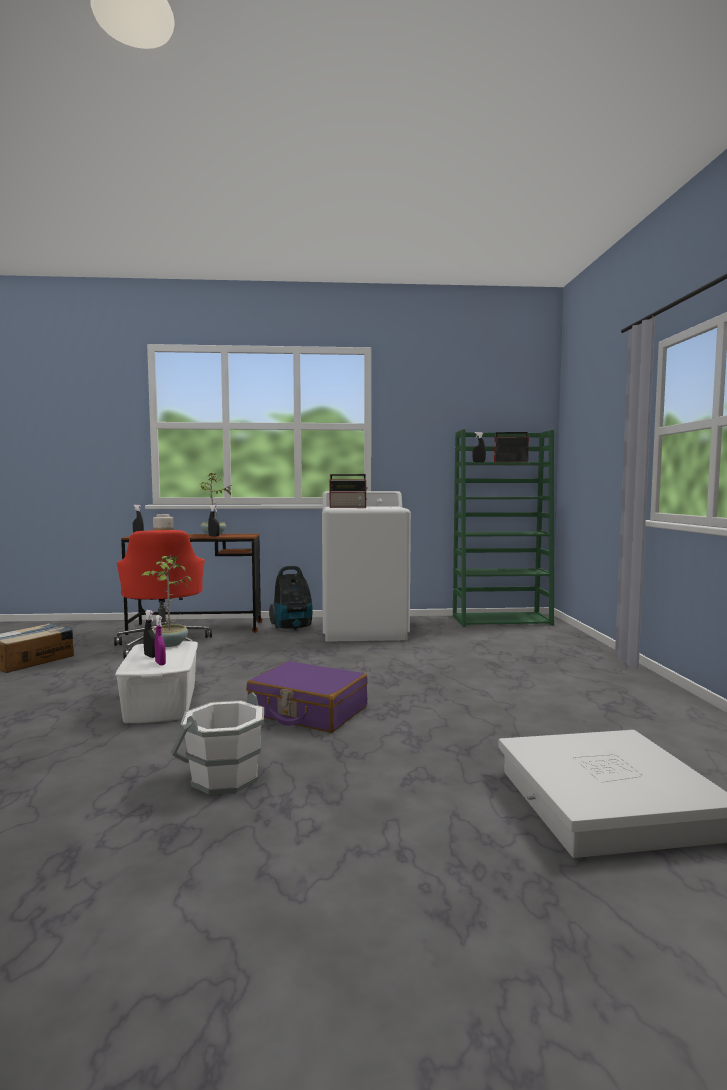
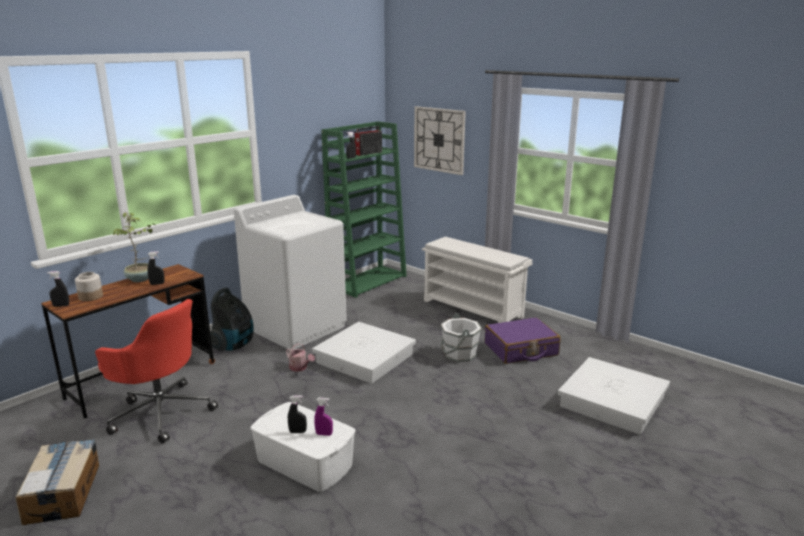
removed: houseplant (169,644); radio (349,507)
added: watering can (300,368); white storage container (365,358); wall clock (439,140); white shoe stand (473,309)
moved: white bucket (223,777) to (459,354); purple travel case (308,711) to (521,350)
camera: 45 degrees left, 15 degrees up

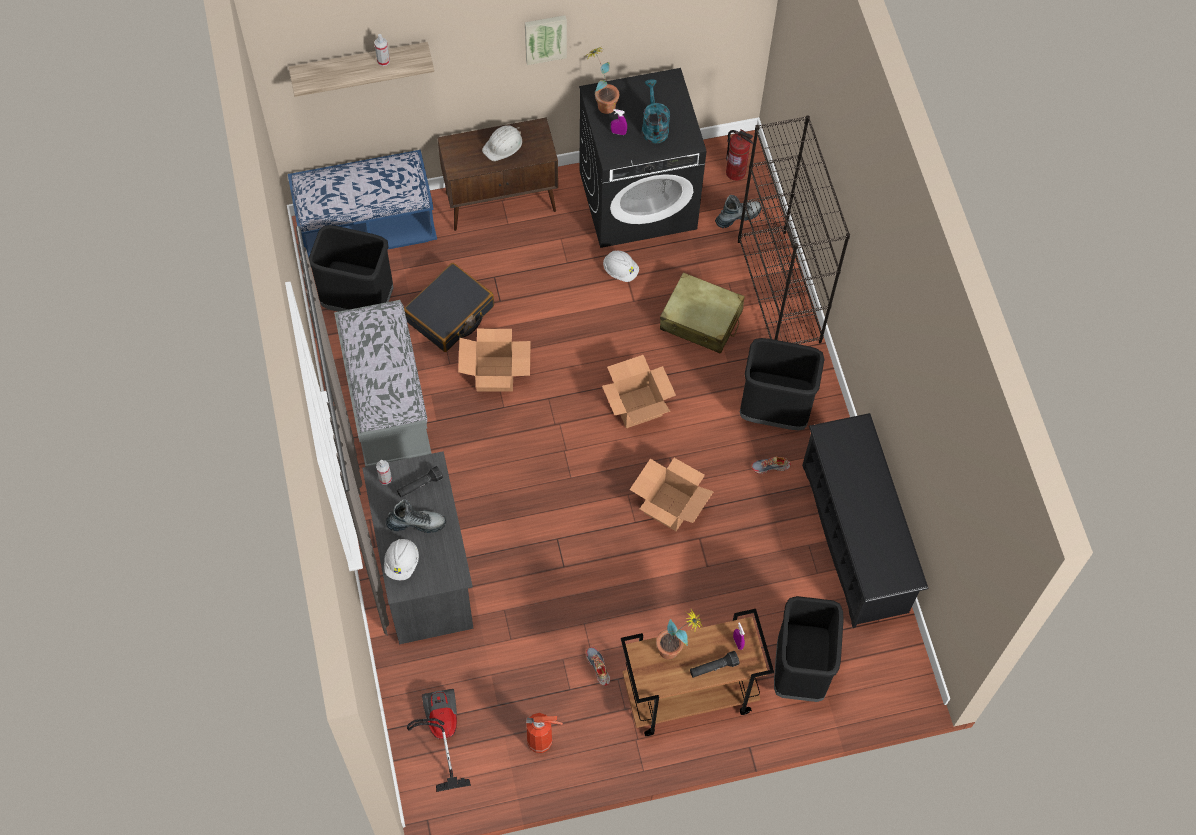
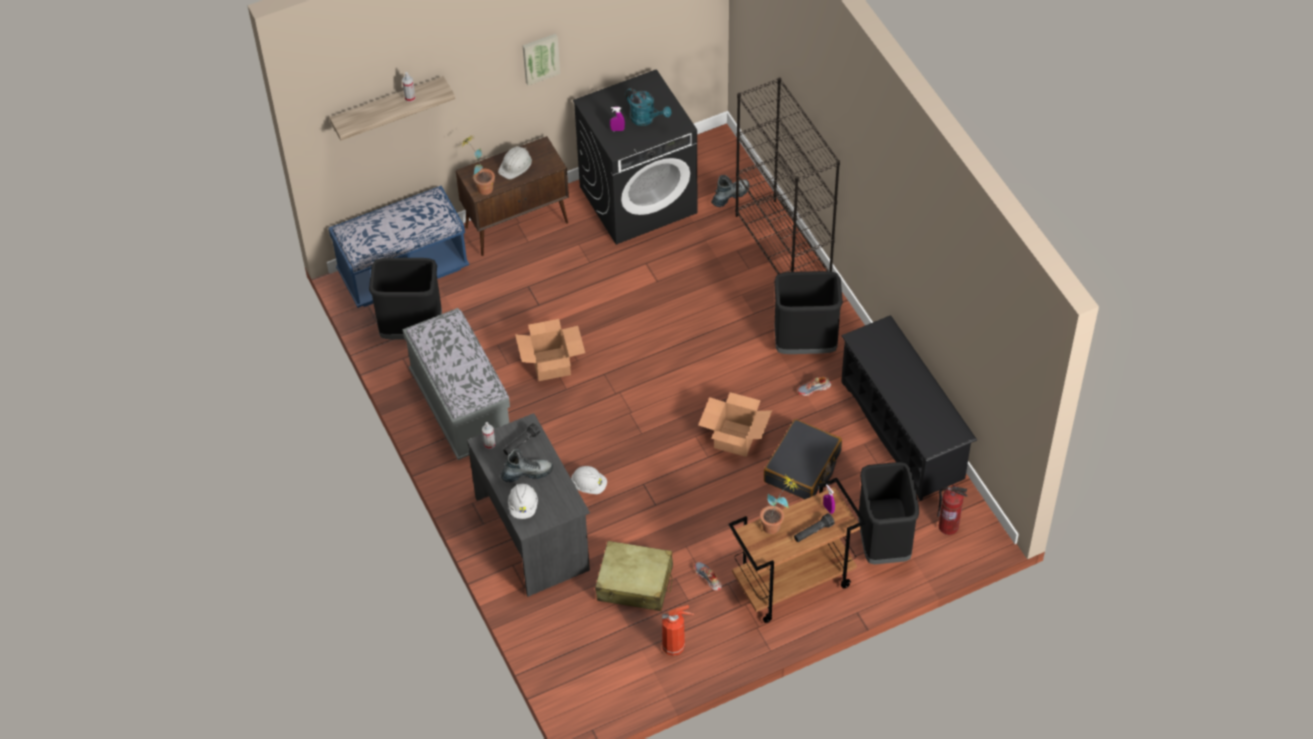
removed: vacuum (440,732); cardboard box (636,407)
moved: houseplant (602,102) to (481,186); white work helmet (620,270) to (589,485); beige-coloured travel case (701,320) to (635,583); blackish travel case (450,314) to (803,467); fire extinguisher (736,172) to (948,526)
turned: turquoise-coloured watering can (654,126) = (646,119) 150 degrees clockwise
camera: 10 degrees left, 10 degrees down

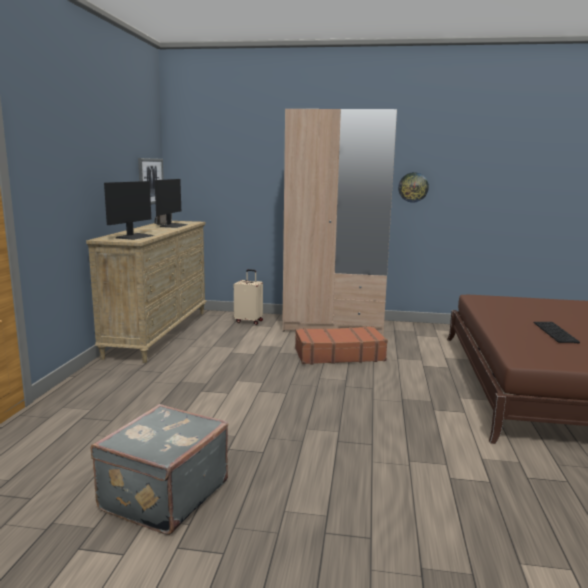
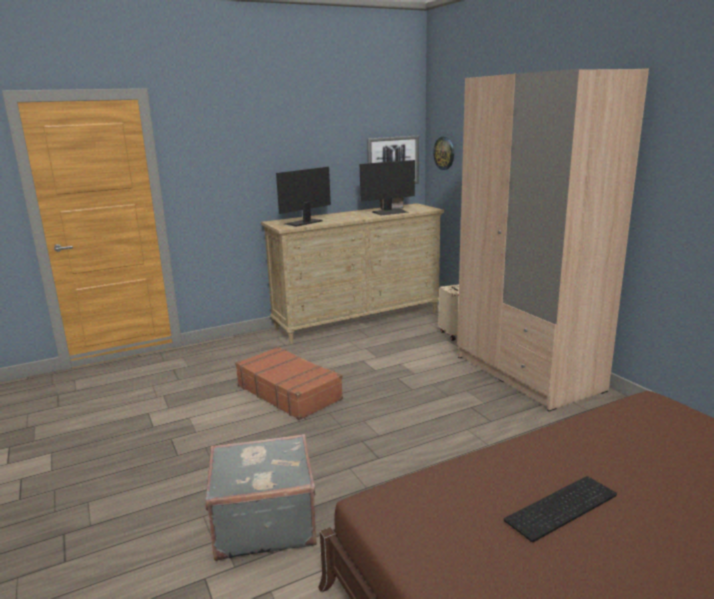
moved: gray travel case (162,495) to (264,522); brown-coloured travel case (339,355) to (289,392); wall clock (413,187) to (444,153)
turned: computer display (135,236) = (303,222) 150 degrees clockwise
camera: 55 degrees right, 5 degrees up

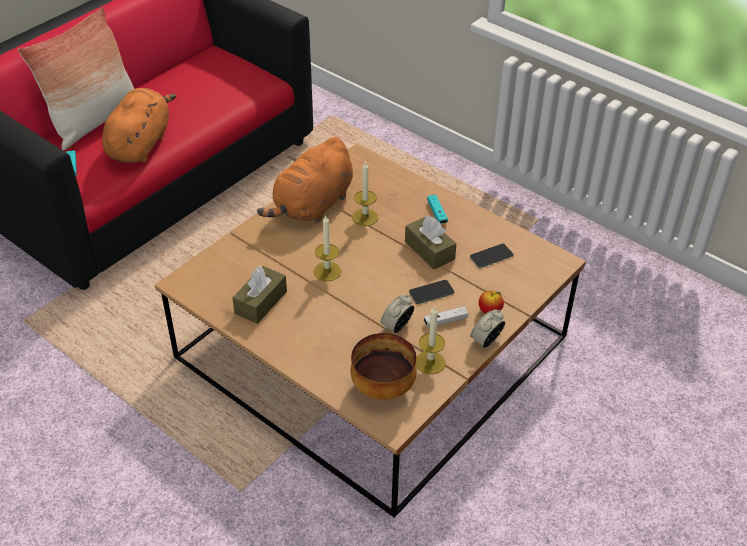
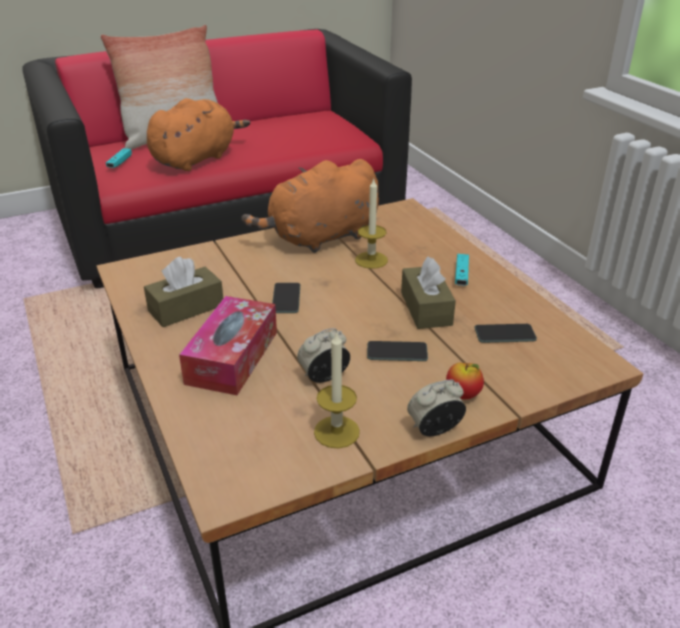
removed: serving bowl (384,387); white game controller (445,321)
added: box of tissues (232,357)
replaced: wax light (327,271) to phone (286,298)
camera: 25 degrees right, 10 degrees down

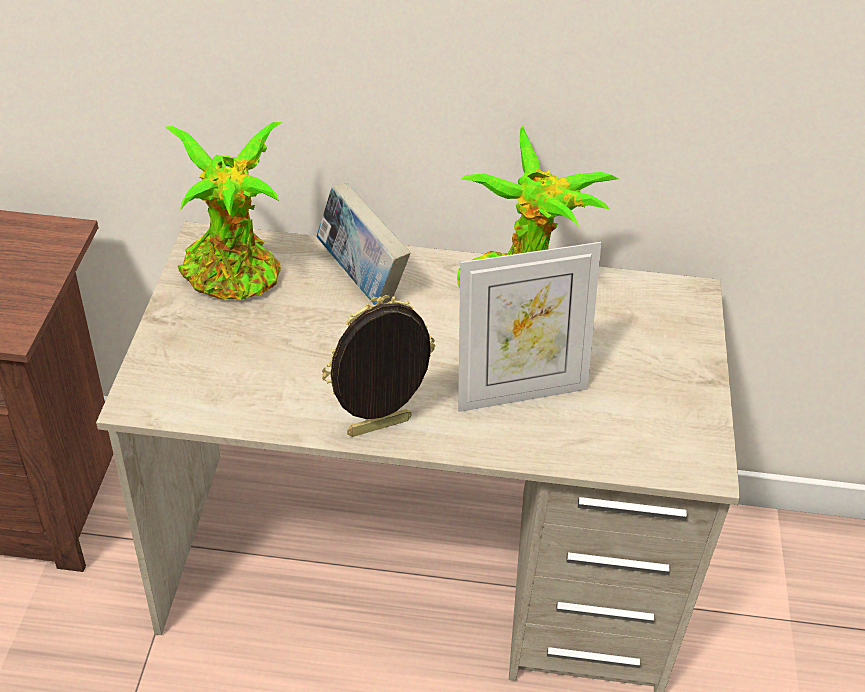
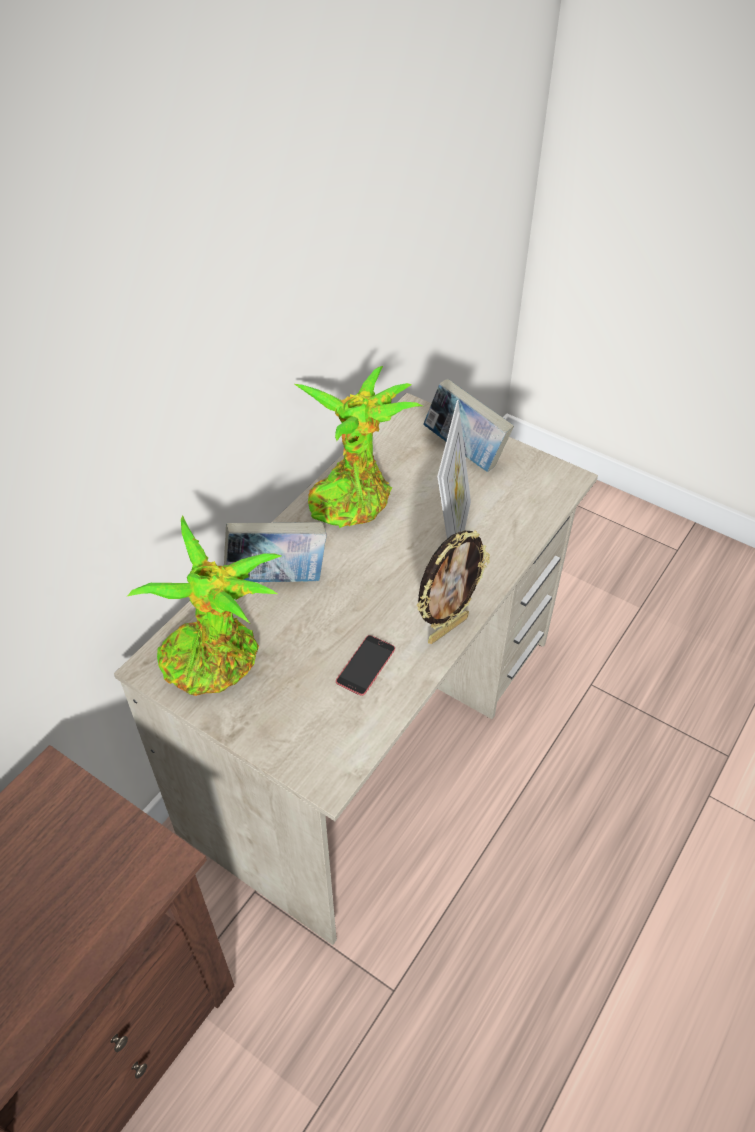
added: phone (365,665); book (465,452)
turned: photo frame (380,429) = (447,628) 135 degrees counterclockwise
camera: 60 degrees left, 5 degrees up

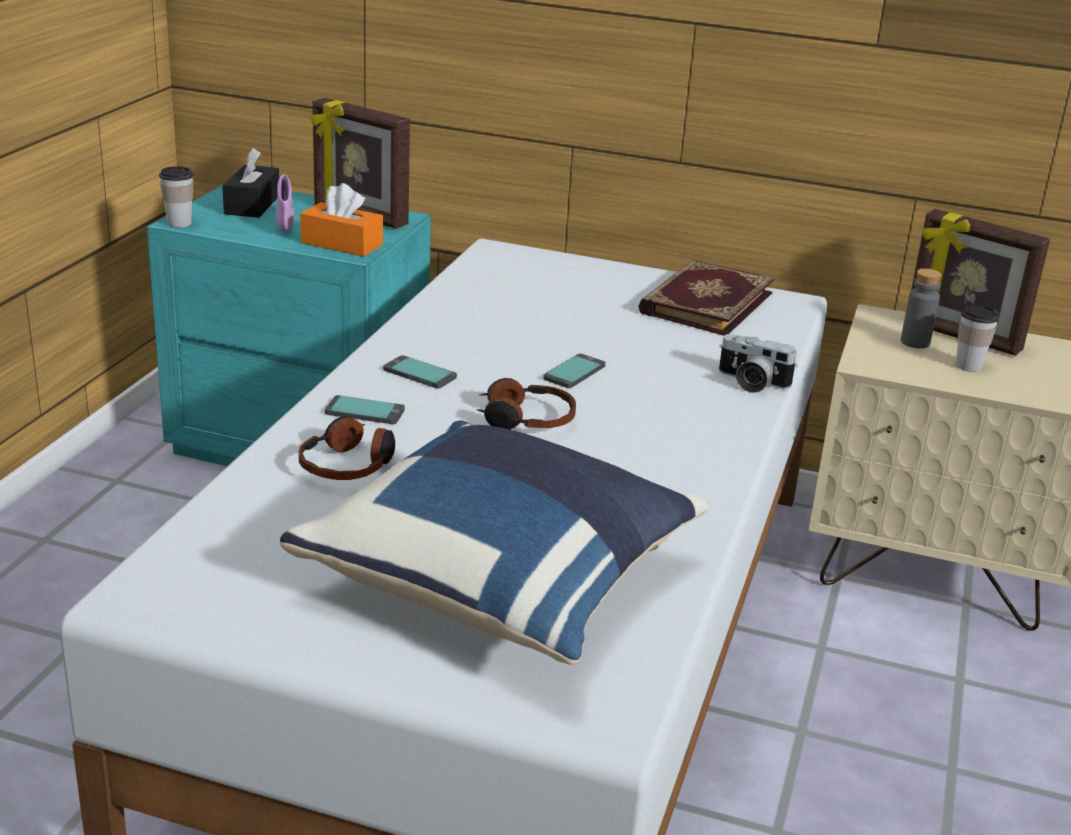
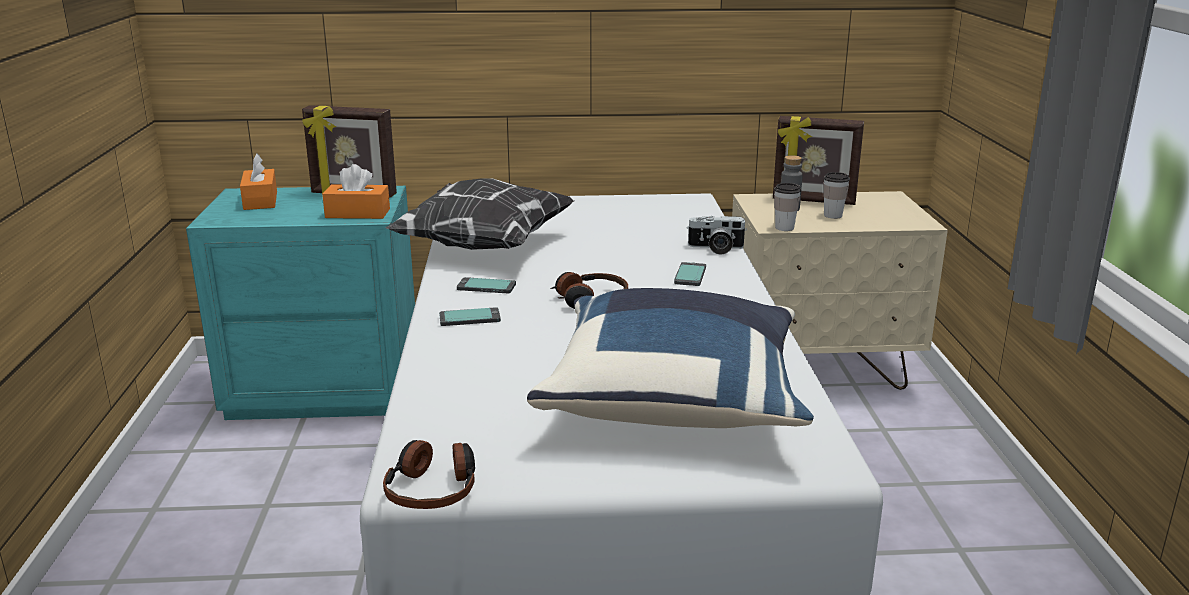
removed: purple serving bowl (285,223); book (704,302)
added: cushion (482,246)
moved: pair of headphones (349,465) to (433,488); phone (574,372) to (690,275); drinking cup (179,223) to (784,228)
recoloured: blackish box of tissues (252,205) to orangey box of tissues (260,200)
camera: 20 degrees left, 5 degrees down

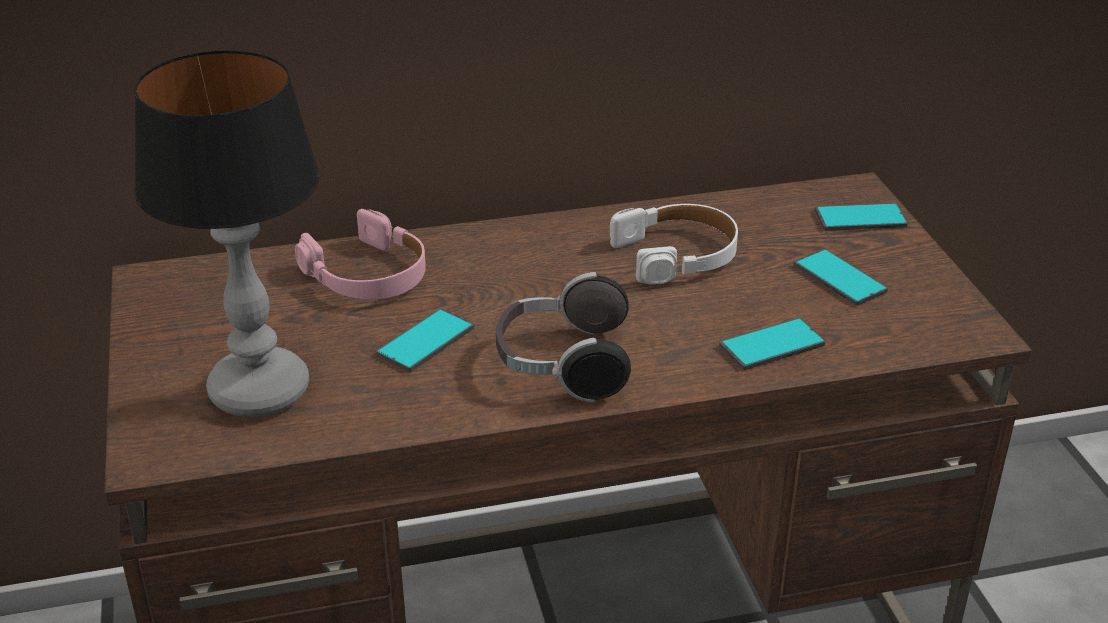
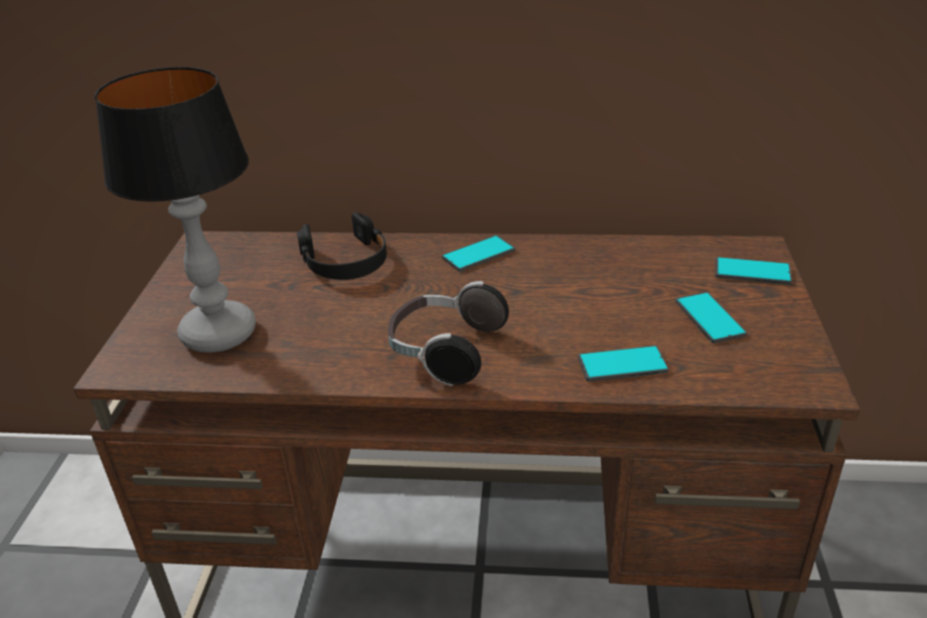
removed: white pair of headphones (677,255)
moved: phone (425,341) to (478,254)
recoloured: pink pair of headphones (368,274) to blackish pair of headphones (345,261)
camera: 20 degrees right, 0 degrees up

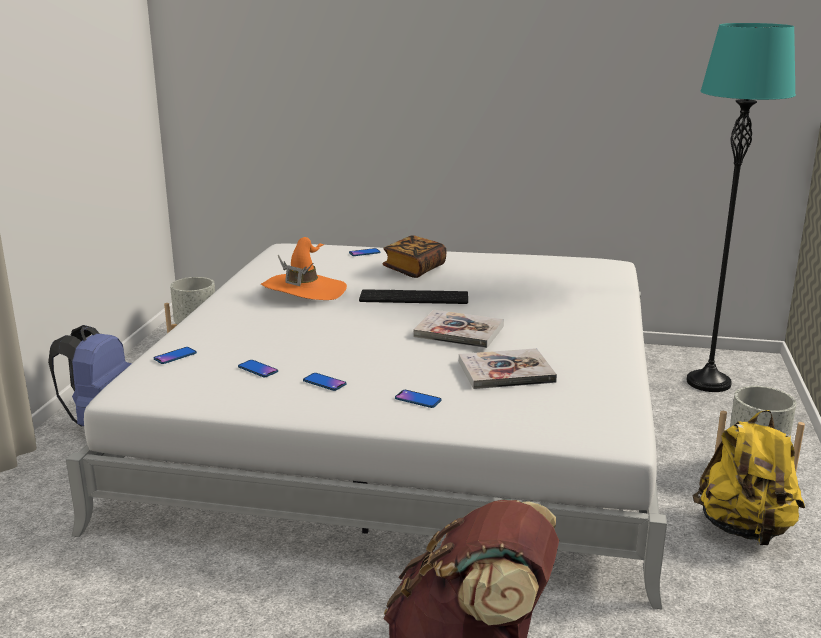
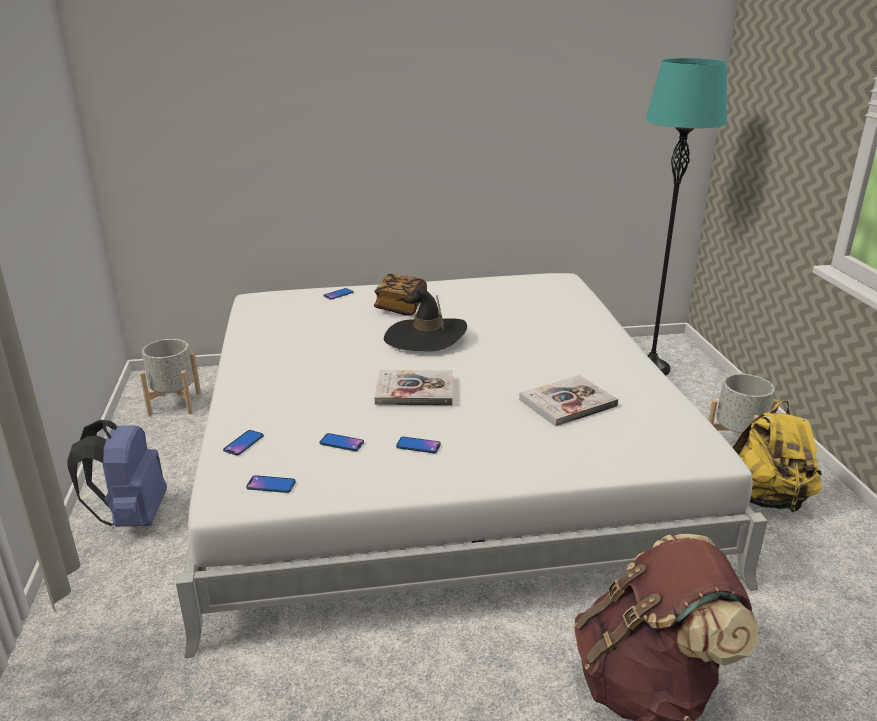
removed: orangey clothing hat (304,290)
moved: phone (418,399) to (271,485); book (459,331) to (415,390)
replaced: computer keyboard (412,298) to blackish clothing hat (425,338)
camera: 20 degrees left, 5 degrees up

